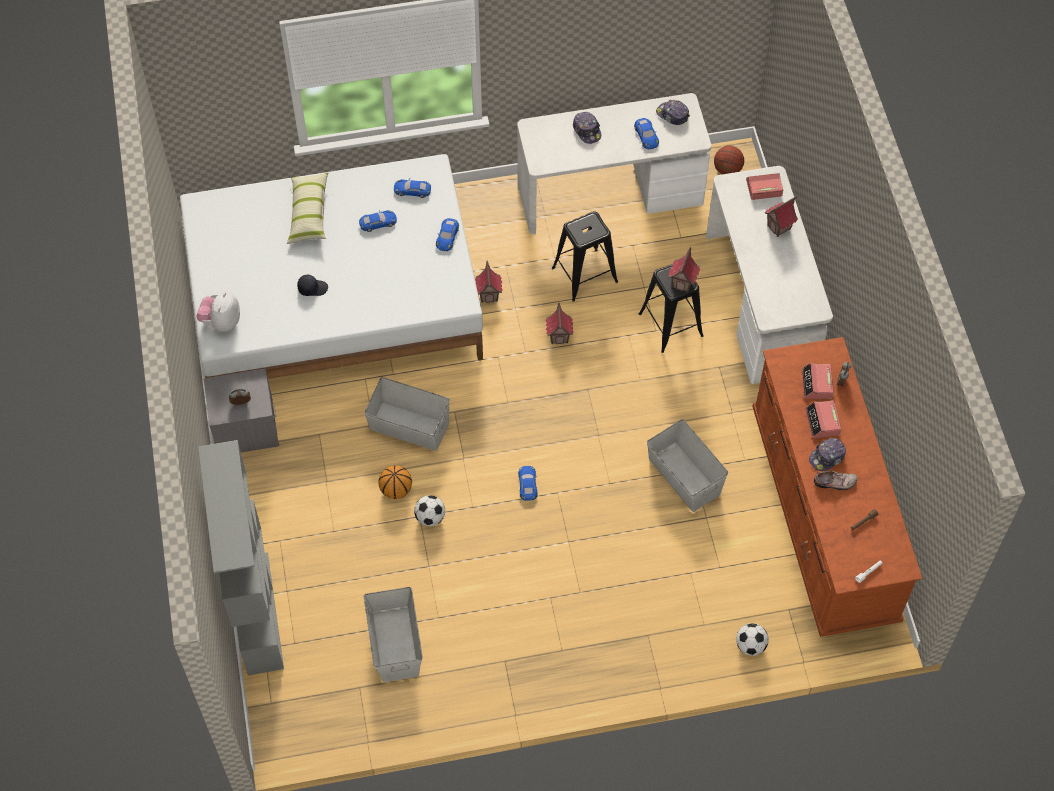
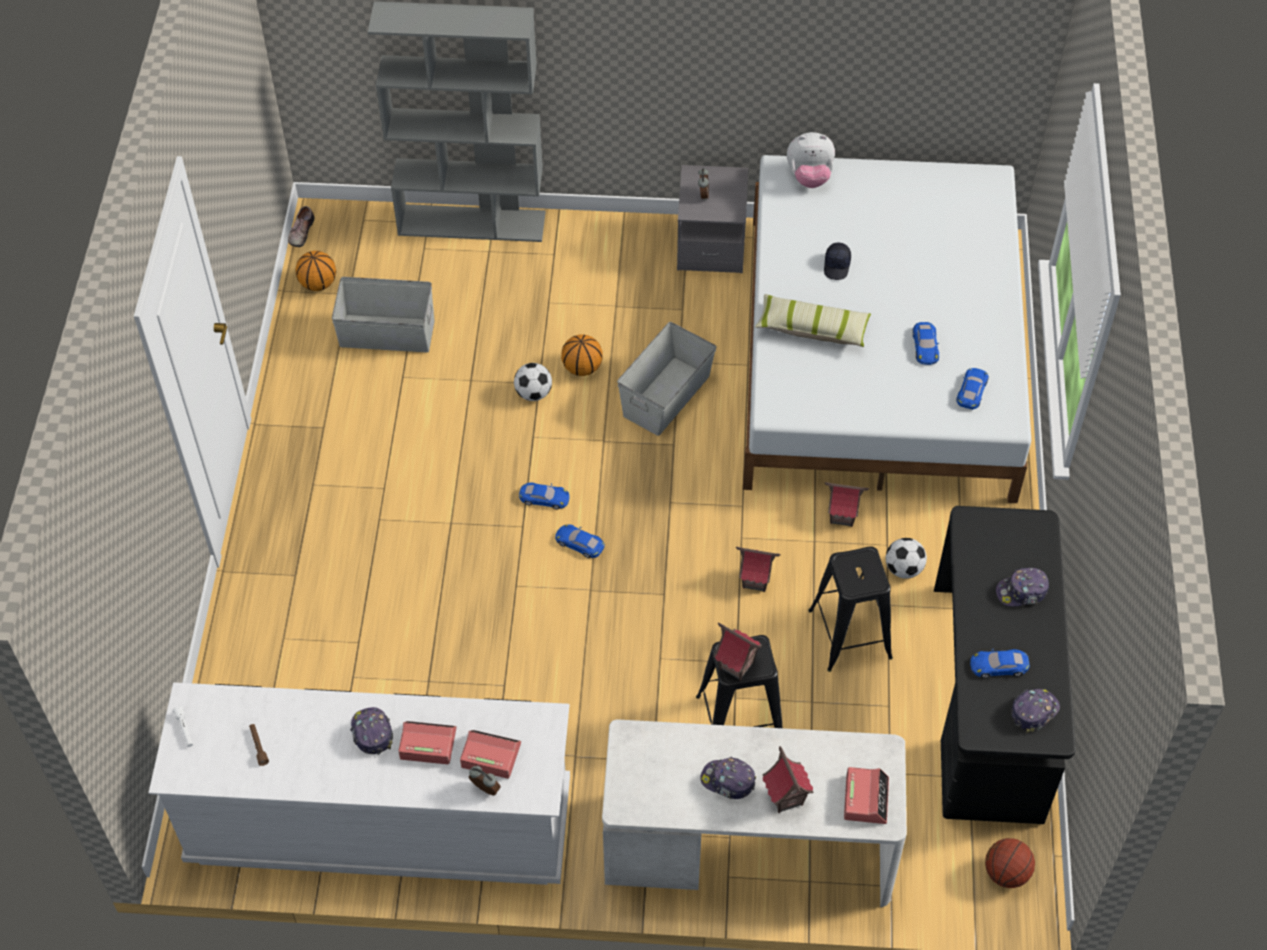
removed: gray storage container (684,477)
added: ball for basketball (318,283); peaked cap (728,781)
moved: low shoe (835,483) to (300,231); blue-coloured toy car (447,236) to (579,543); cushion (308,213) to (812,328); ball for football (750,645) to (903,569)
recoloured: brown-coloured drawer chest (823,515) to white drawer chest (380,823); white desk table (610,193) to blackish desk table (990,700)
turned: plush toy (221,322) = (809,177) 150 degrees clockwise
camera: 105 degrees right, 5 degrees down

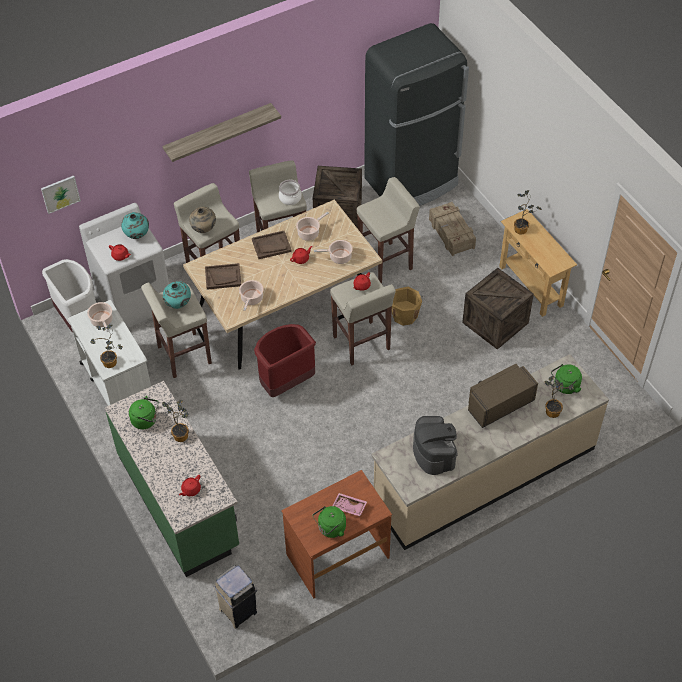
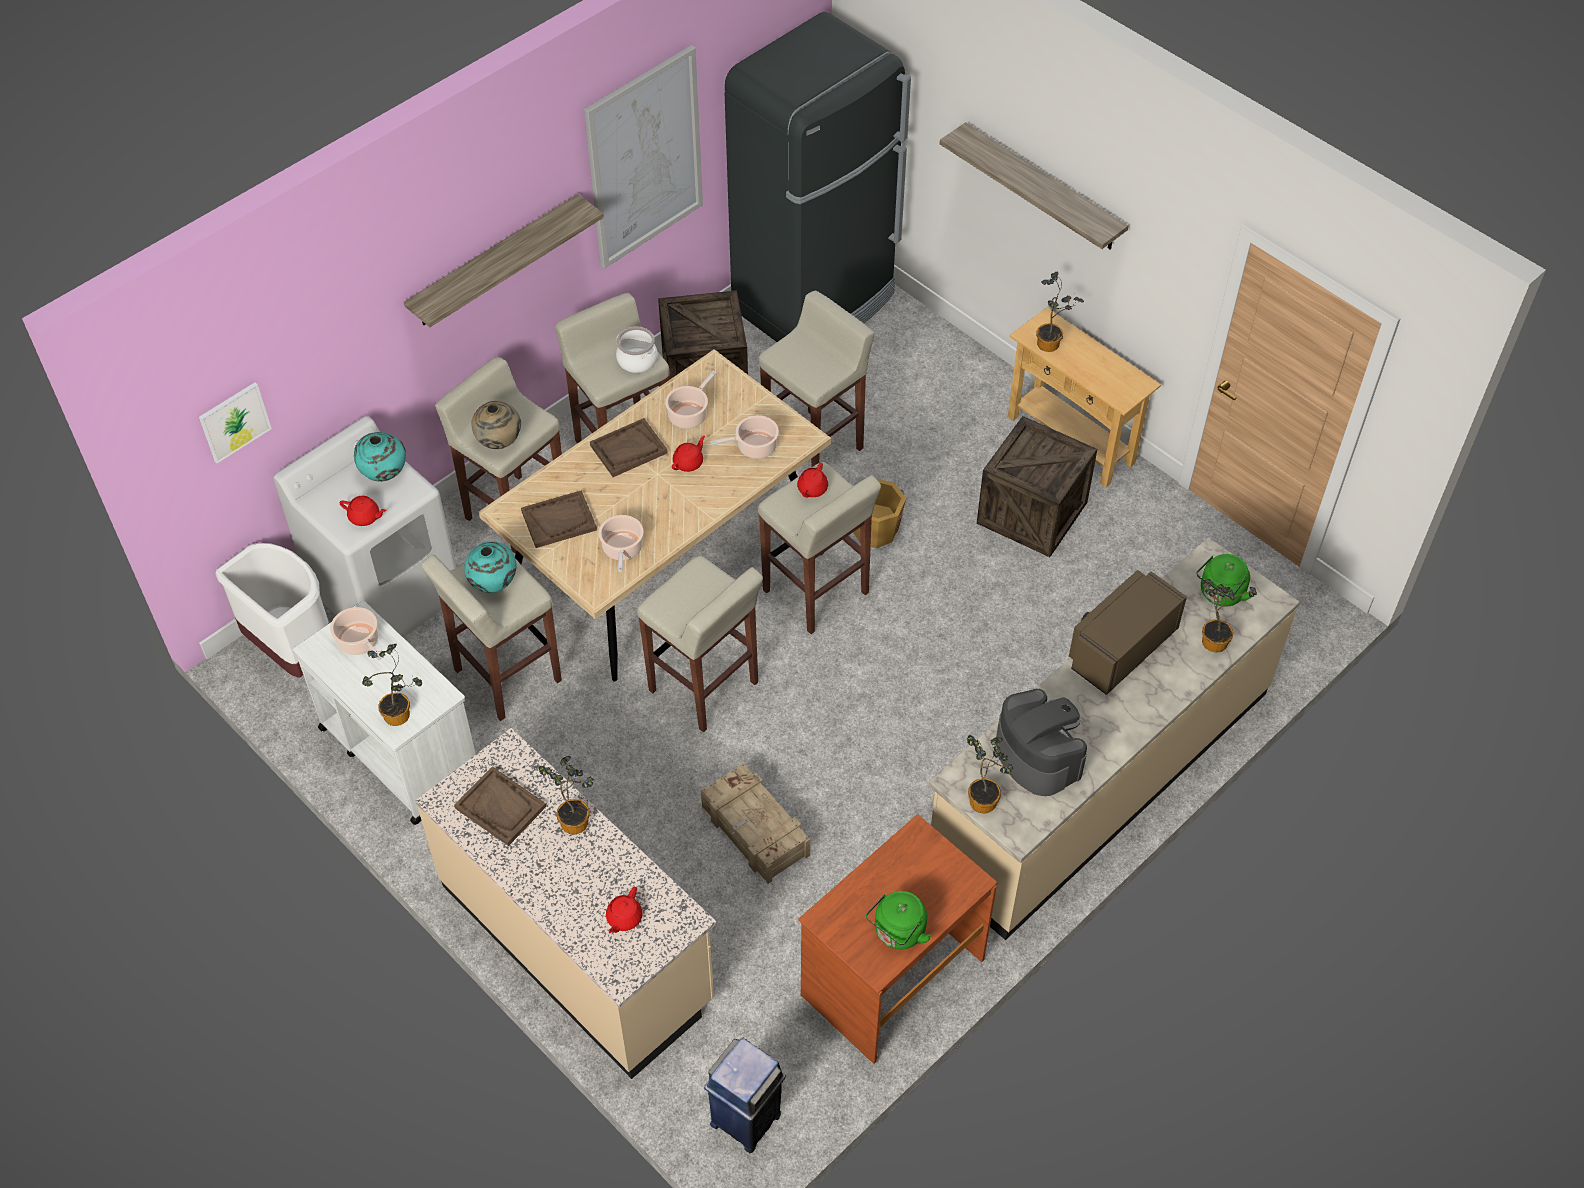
removed: pink serving tray (349,507)
added: wall art (644,158); shelf (1043,188); houseplant (985,798)
moved: shipping crate (451,234) to (755,832)
replaced: green-coloured water kettle (146,420) to brown-coloured serving tray (501,807); reddish trash can (285,382) to beige-coloured sitting stool (704,688)
recoloured: green-coloured kitchen base unit (179,501) to beige-coloured kitchen base unit (578,942); beige-coloured trash can (239,610) to blue-coloured trash can (746,1118)
camera: 15 degrees left, 0 degrees up

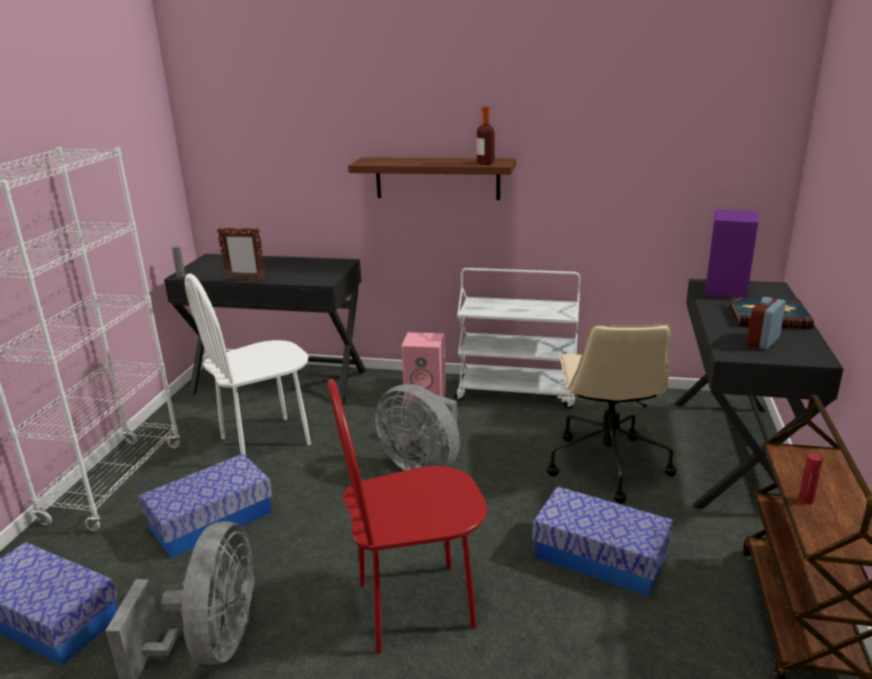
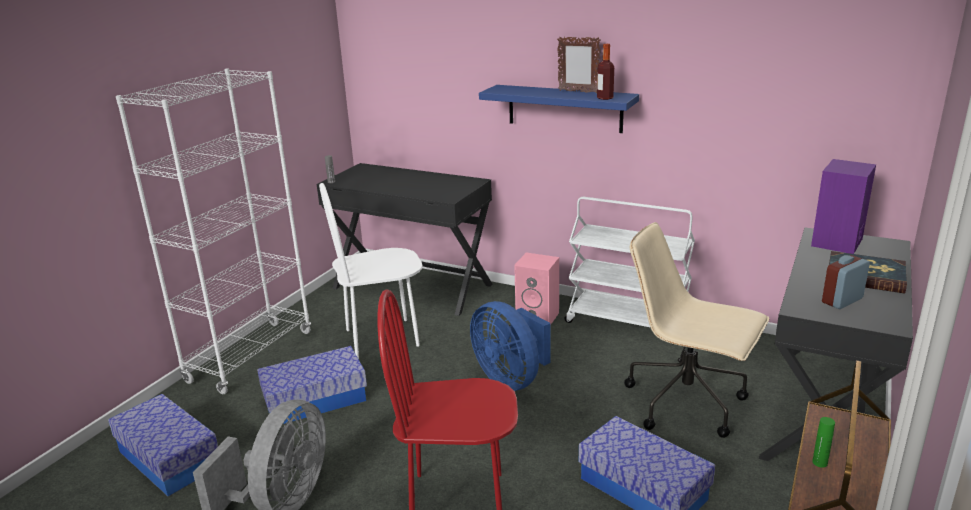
moved: photo frame (245,280) to (578,91)
recoloured: gray fan (423,465) to blue-coloured fan (511,379); brown-coloured shelf (437,178) to blue-coloured shelf (564,108); reddish beverage bottle (806,500) to green-coloured beverage bottle (819,462)
turned: beige-coloured office chair (606,464) = (687,403) 105 degrees clockwise
camera: 15 degrees right, 0 degrees up

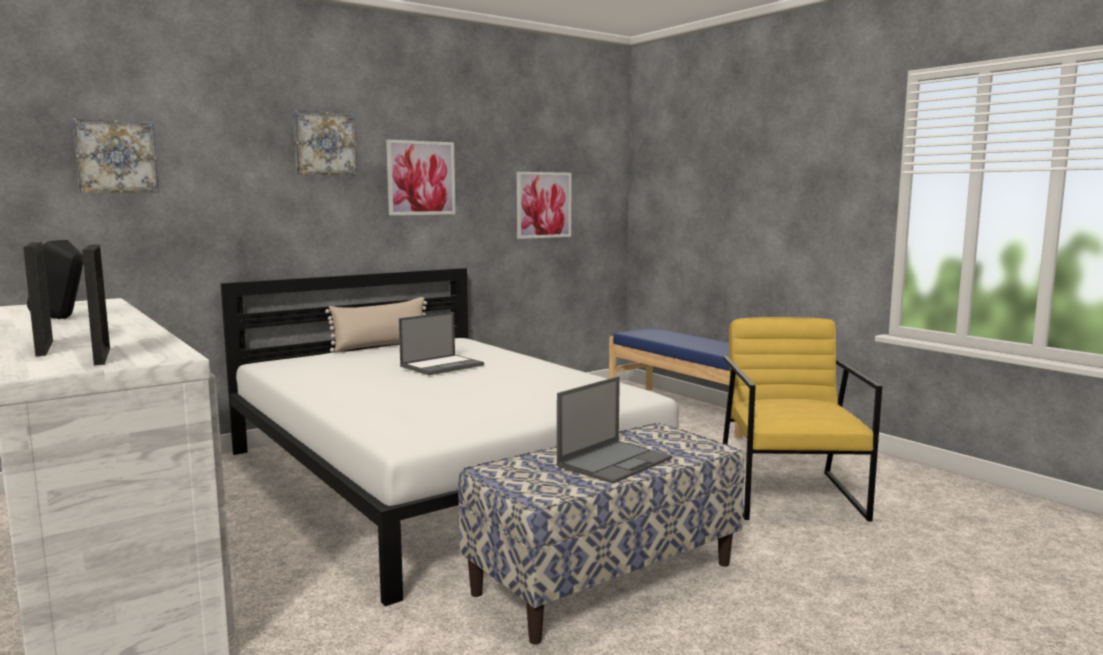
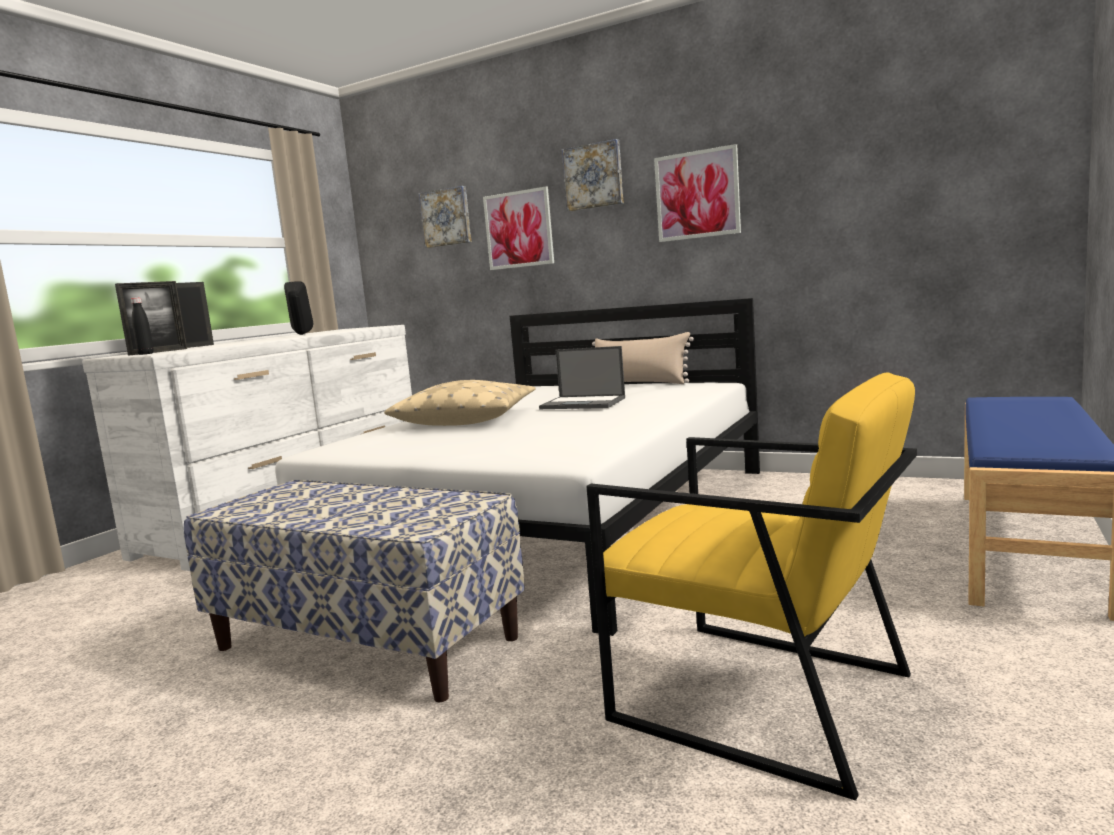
removed: notebook computer (615,461)
added: blackish beverage bottle (146,354); beige-coloured cushion (466,419)
moved: wall art (543,205) to (519,229)
turned: yellowish armchair (790,494) = (761,697) 60 degrees clockwise
camera: 65 degrees right, 0 degrees up

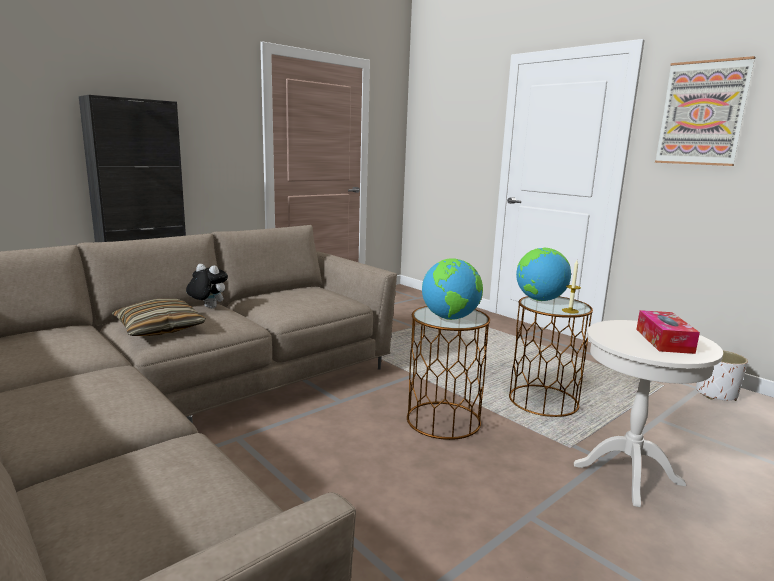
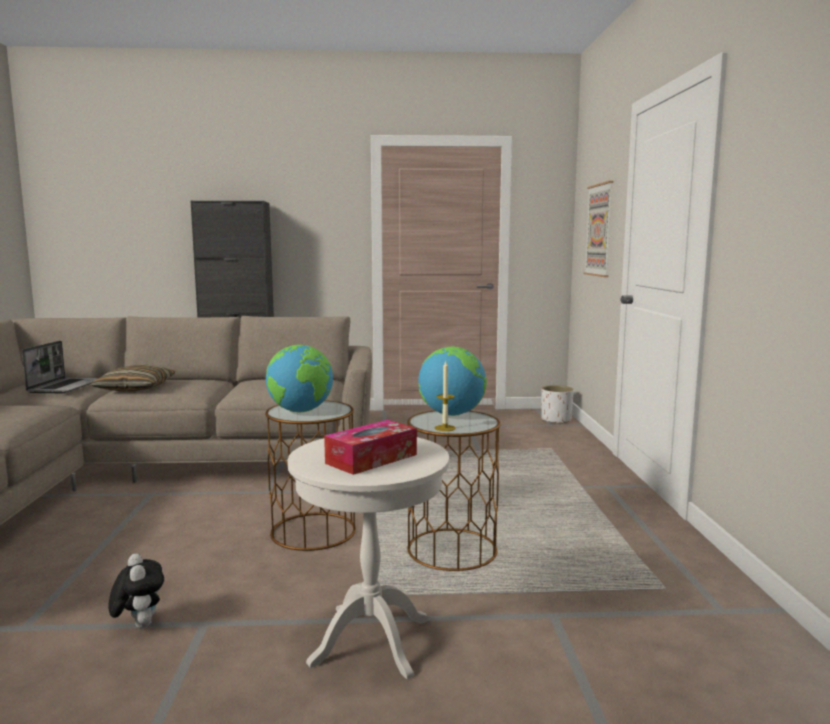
added: notebook computer (65,387)
moved: plush toy (207,308) to (139,625); white planter (716,394) to (556,420); wall art (702,113) to (599,230)
camera: 40 degrees right, 5 degrees down

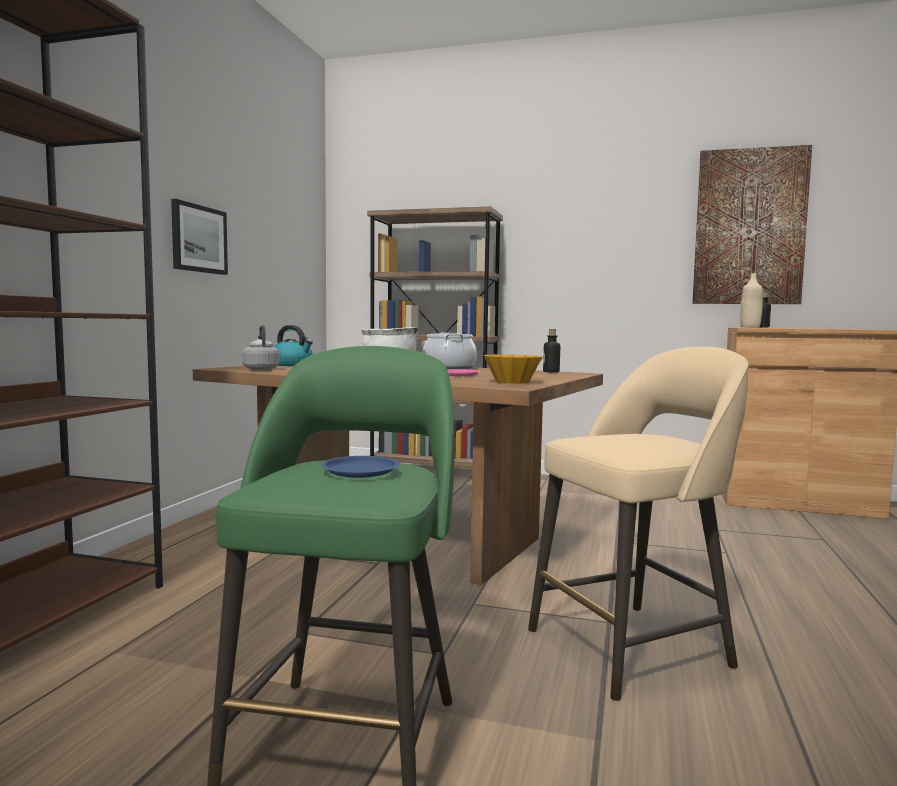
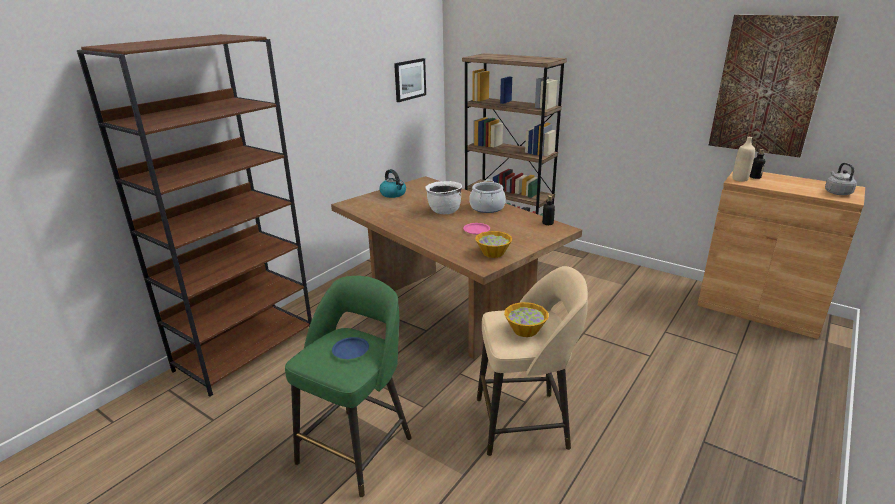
added: serving bowl (525,330)
moved: wall art (198,239) to (409,79); gray water kettle (261,369) to (837,192)
camera: 20 degrees right, 20 degrees up

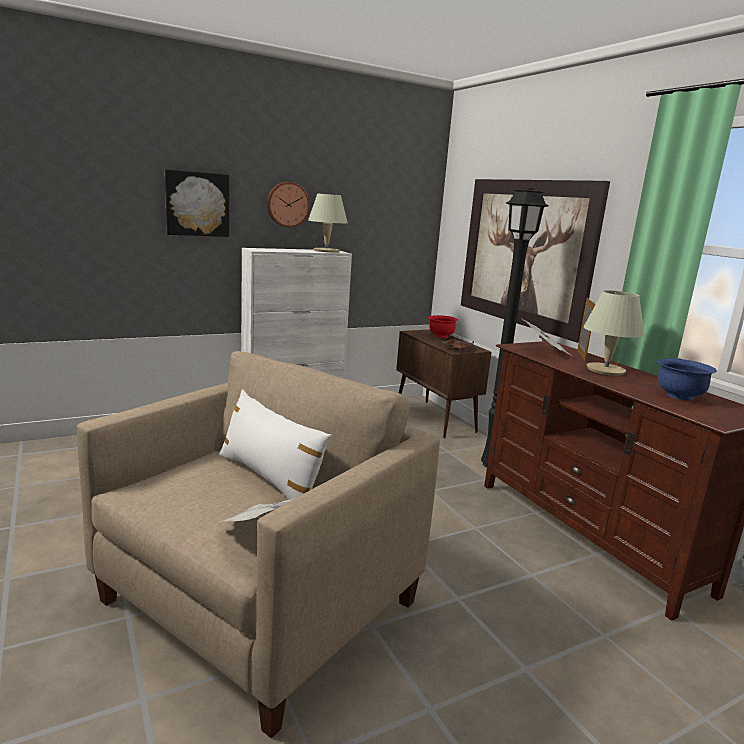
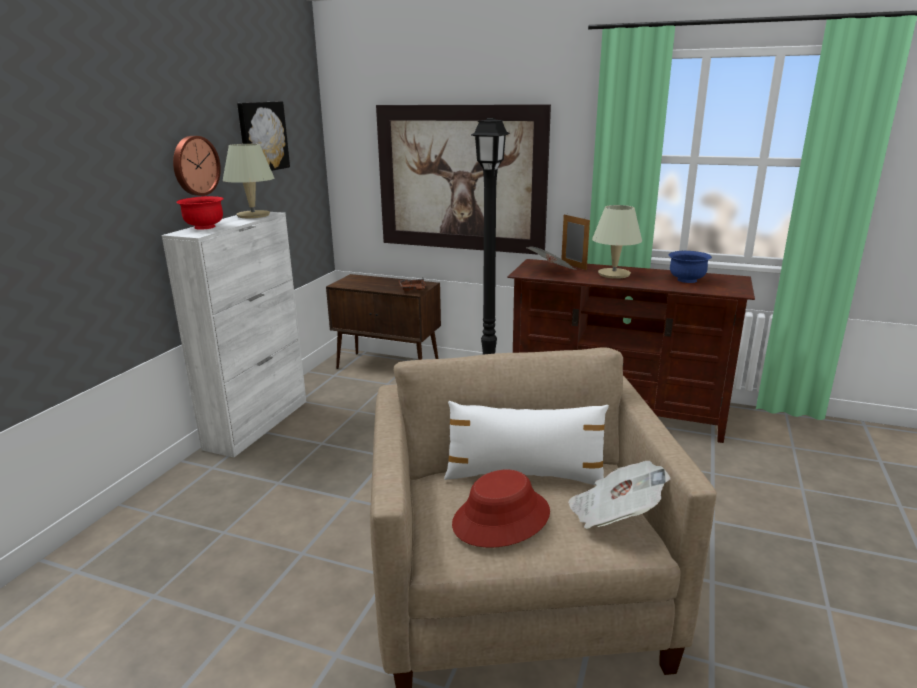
added: reddish clothing hat (501,518)
moved: reddish serving bowl (441,336) to (204,227); wall art (197,204) to (262,137)
camera: 40 degrees left, 5 degrees up

